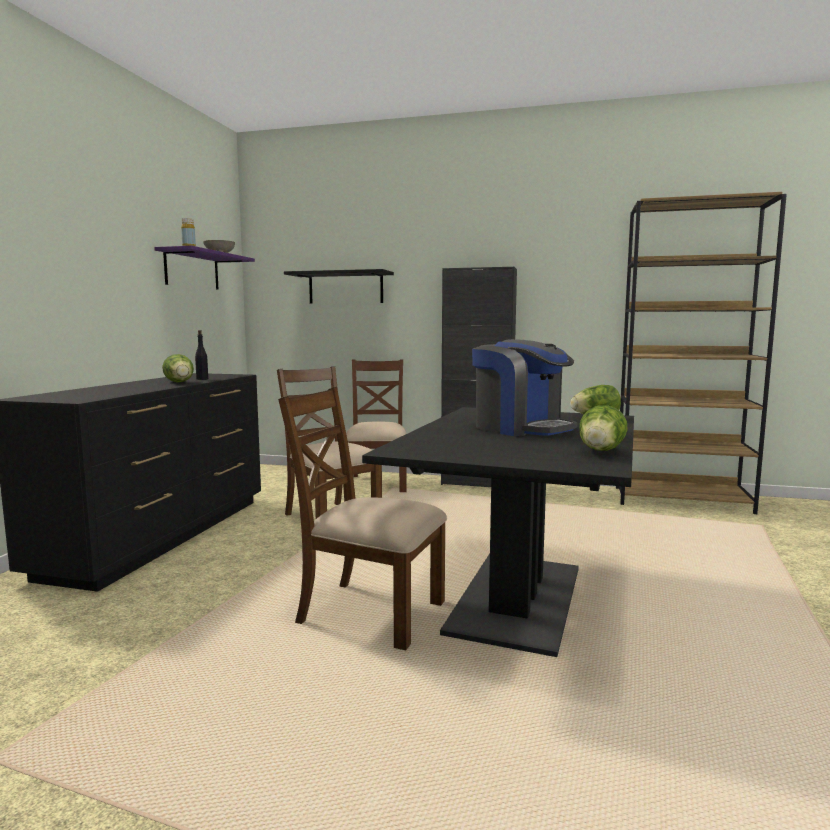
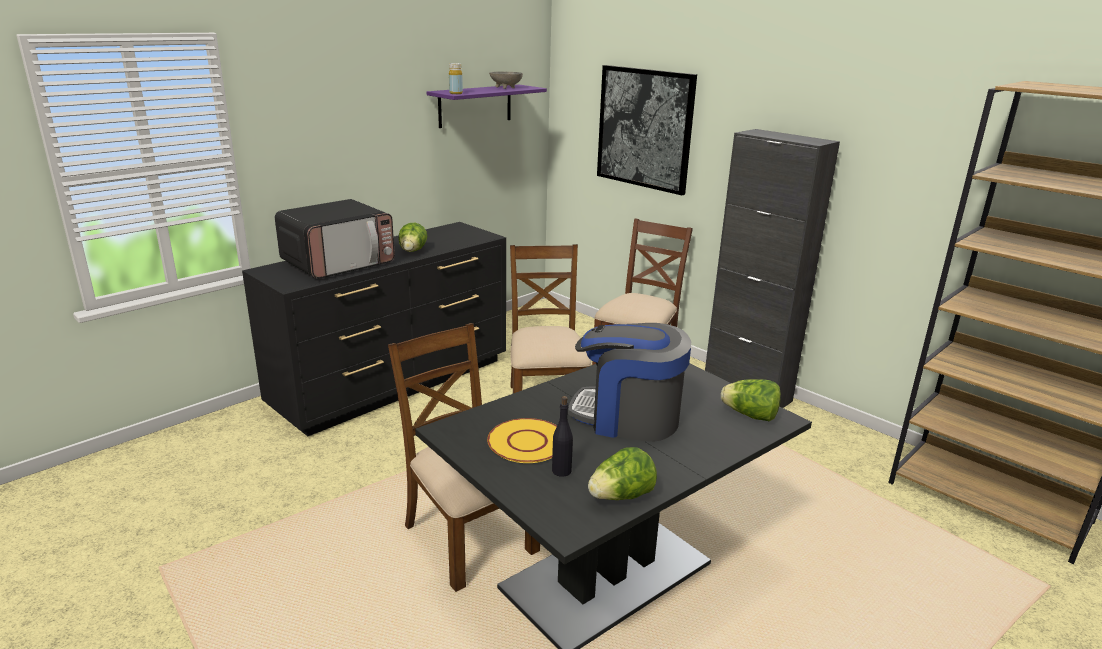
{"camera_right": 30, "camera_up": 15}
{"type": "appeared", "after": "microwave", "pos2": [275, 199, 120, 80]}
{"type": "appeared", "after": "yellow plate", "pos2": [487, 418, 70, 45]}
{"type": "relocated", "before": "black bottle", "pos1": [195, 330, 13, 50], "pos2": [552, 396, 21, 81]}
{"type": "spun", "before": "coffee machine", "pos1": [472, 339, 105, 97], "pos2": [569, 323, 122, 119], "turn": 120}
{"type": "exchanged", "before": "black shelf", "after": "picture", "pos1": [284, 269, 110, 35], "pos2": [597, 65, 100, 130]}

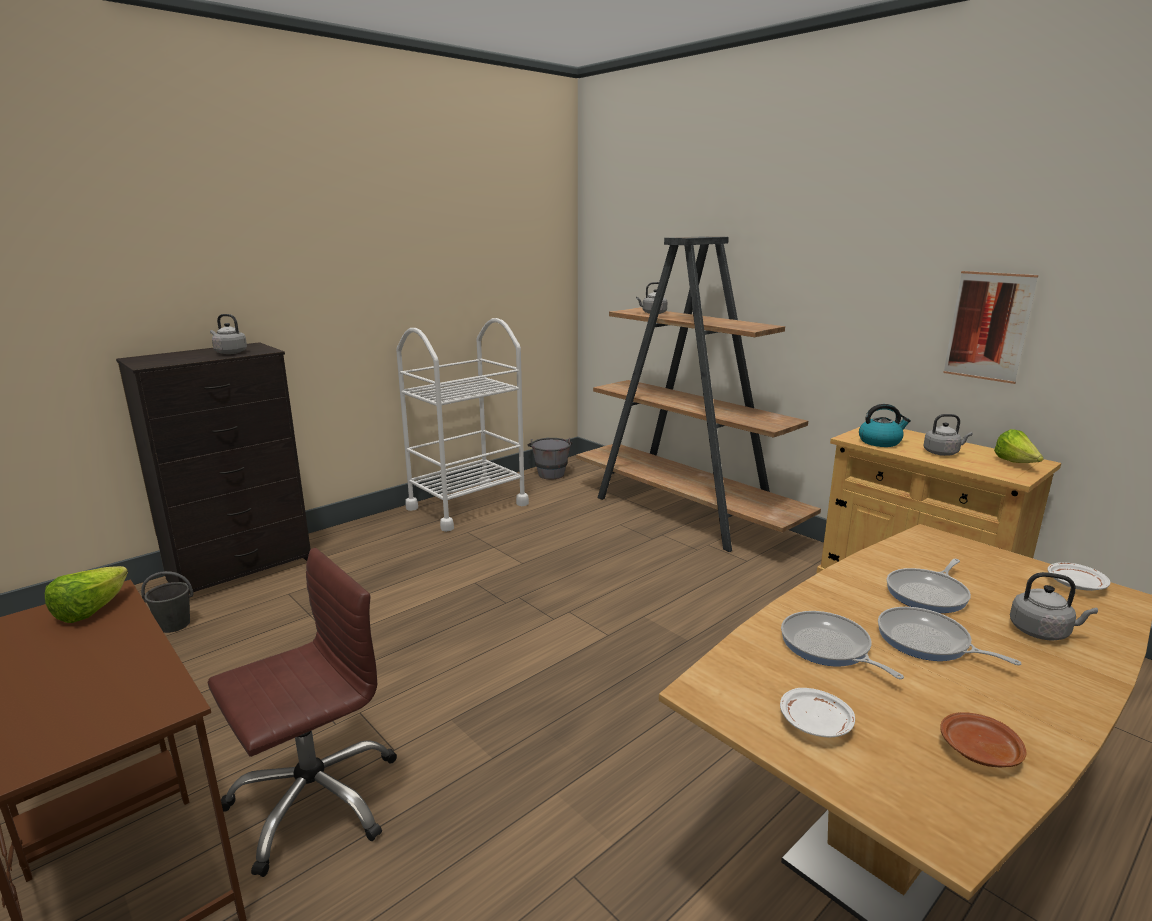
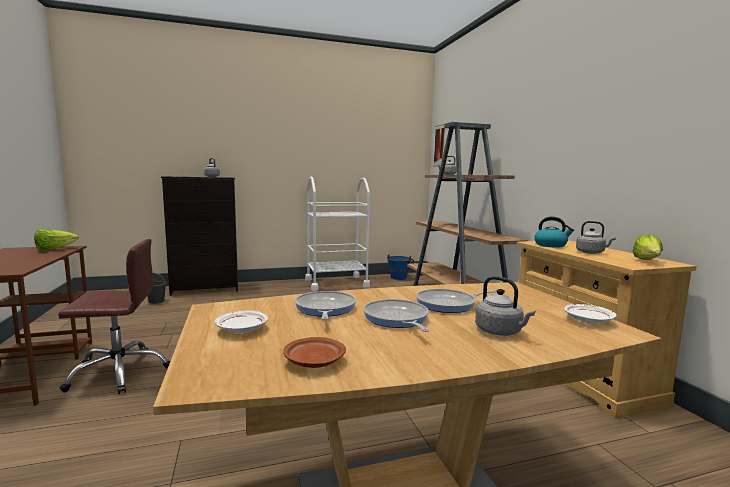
{"camera_right": 25, "camera_up": -10}
{"type": "colour", "before": "grey bucket", "after": "blue bucket", "pos1": [528, 438, 45, 42], "pos2": [387, 254, 27, 26]}
{"type": "relocated", "before": "picture", "pos1": [943, 271, 96, 113], "pos2": [433, 124, 15, 43]}

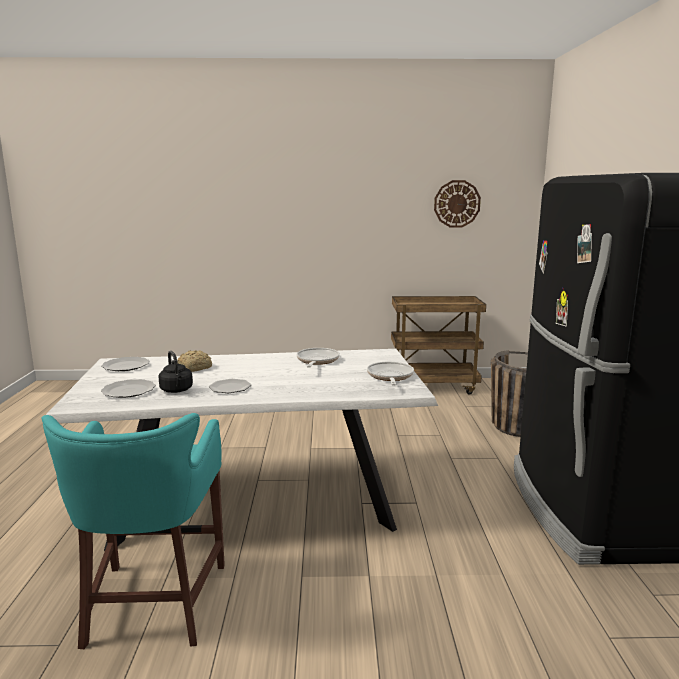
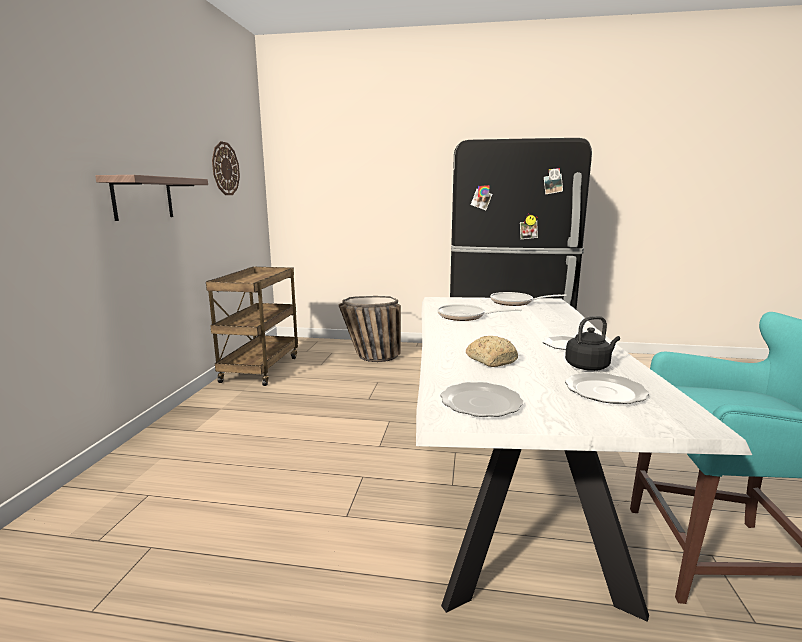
{"camera_right": -80, "camera_up": 0}
{"type": "appeared", "after": "shelf", "pos2": [95, 175, 113, 46]}

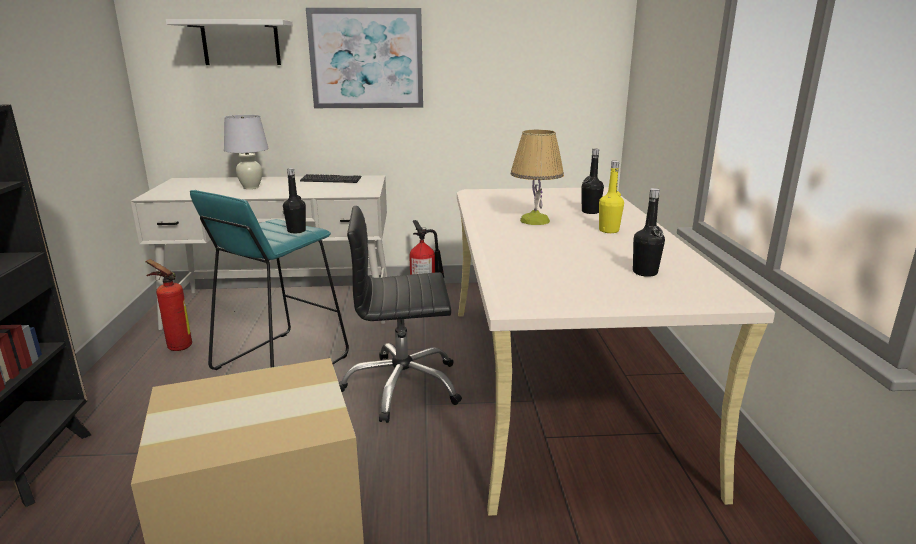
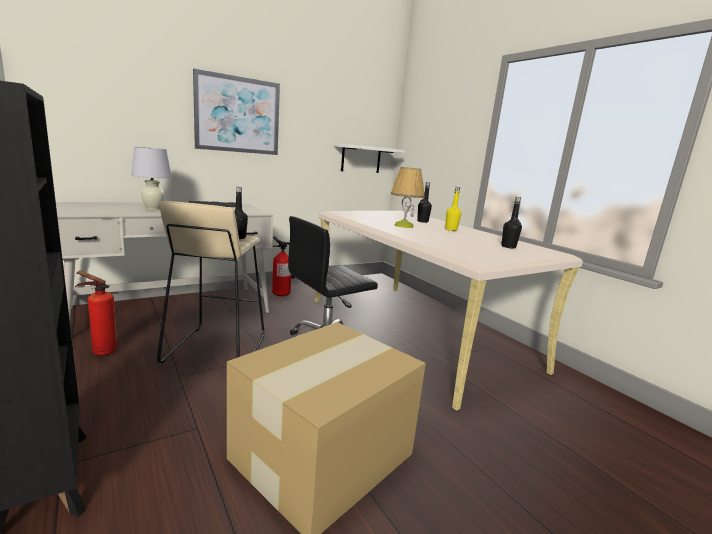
{"camera_right": -30, "camera_up": -5}
{"type": "colour", "before": "turquoise stool", "after": "beige stool", "pos1": [190, 190, 159, 180], "pos2": [157, 201, 107, 162]}
{"type": "relocated", "before": "white shelf", "pos1": [166, 19, 127, 46], "pos2": [334, 144, 71, 29]}

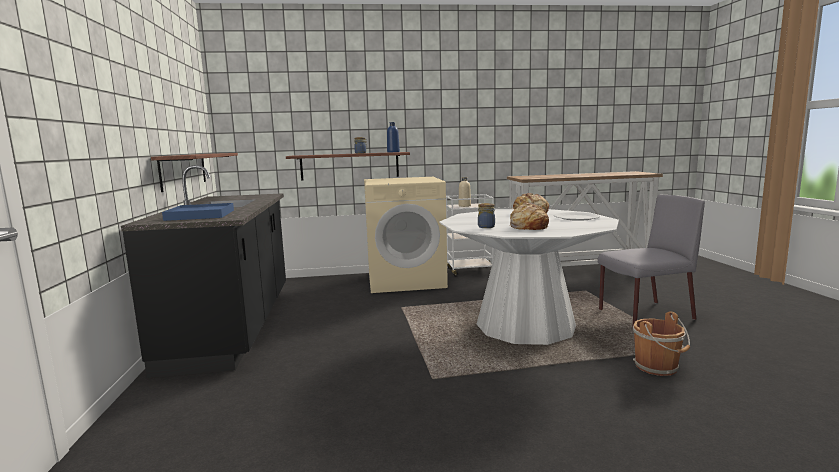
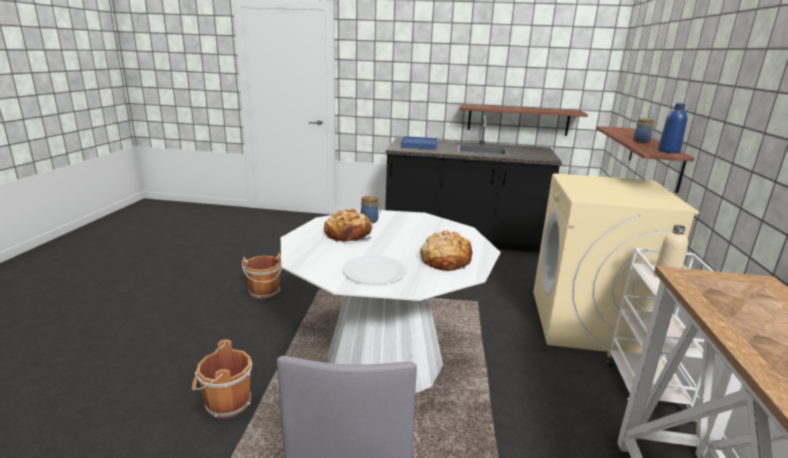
{"camera_right": 105, "camera_up": 10}
{"type": "appeared", "after": "brown bucket", "pos2": [242, 253, 40, 46]}

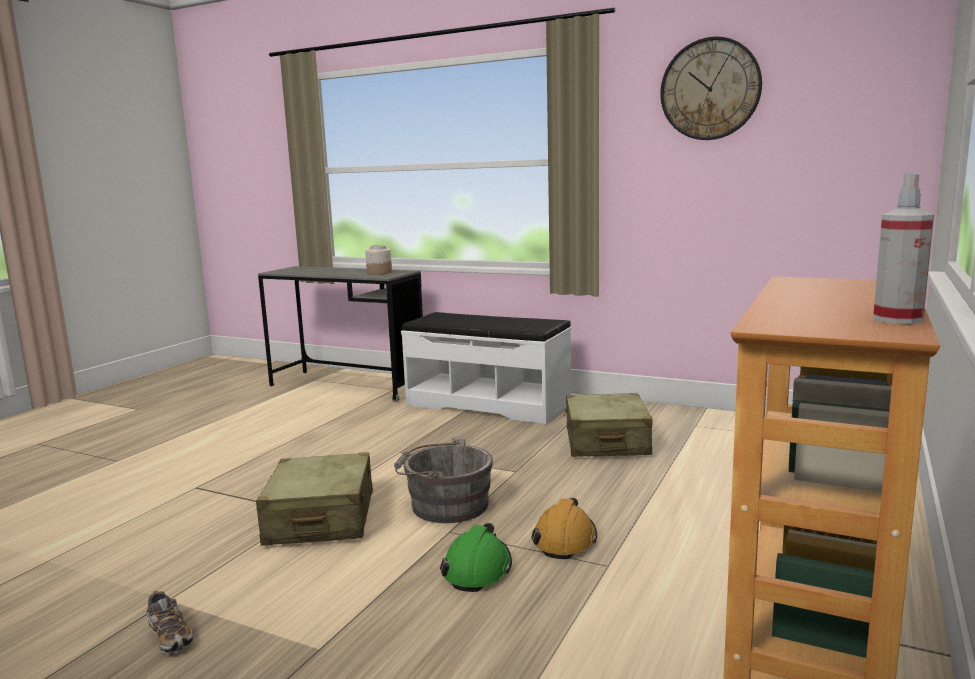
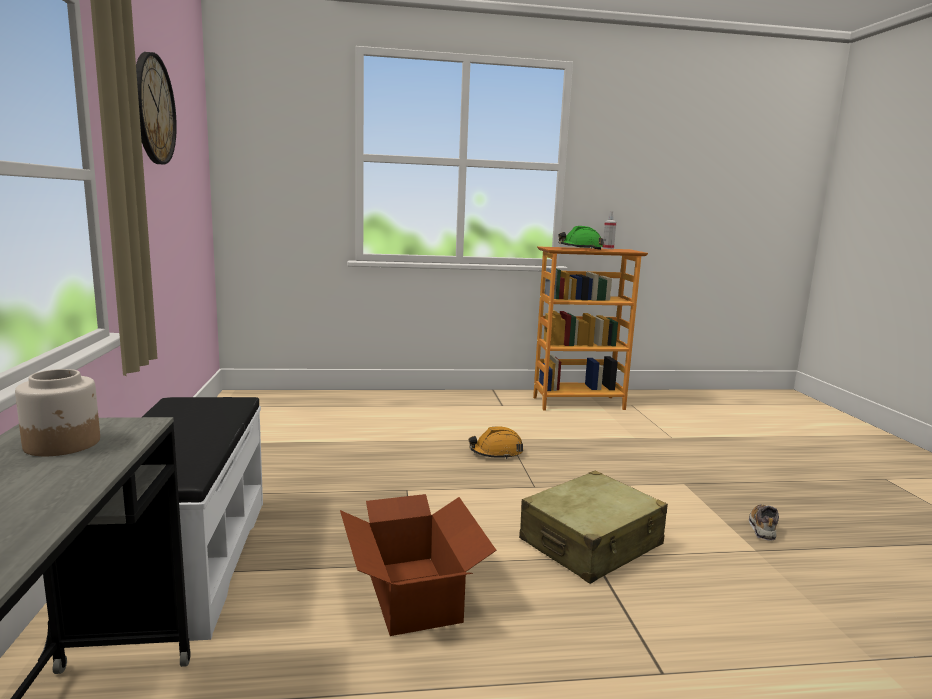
{"camera_right": -125, "camera_up": 0}
{"type": "appeared", "after": "cardboard box", "pos2": [340, 494, 157, 142]}
{"type": "relocated", "before": "green hard hat", "pos1": [440, 523, 72, 69], "pos2": [558, 226, 46, 24]}
{"type": "missing", "before": "grey bucket", "pos1": [394, 437, 99, 86]}
{"type": "missing", "before": "beige suitcase", "pos1": [564, 393, 89, 64]}

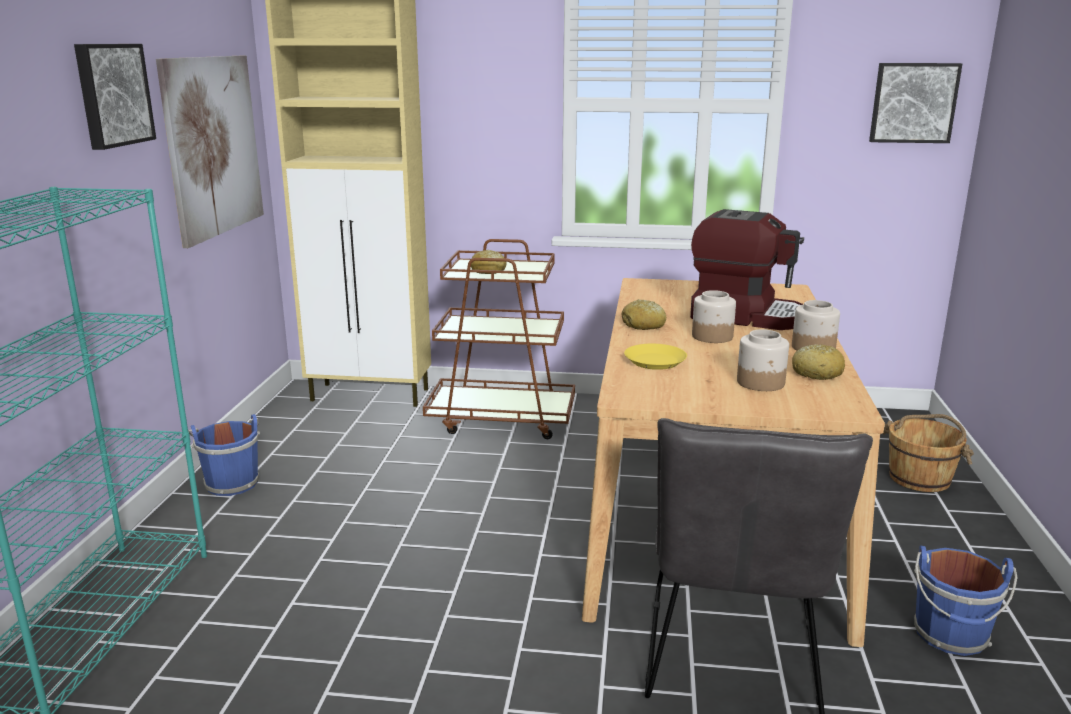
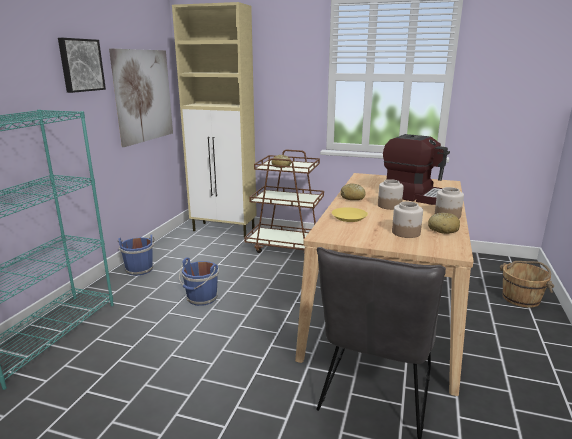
{"camera_right": 10, "camera_up": 0}
{"type": "relocated", "before": "blue bucket", "pos1": [914, 545, 104, 111], "pos2": [179, 257, 40, 49]}
{"type": "missing", "before": "picture", "pos1": [869, 63, 93, 80]}

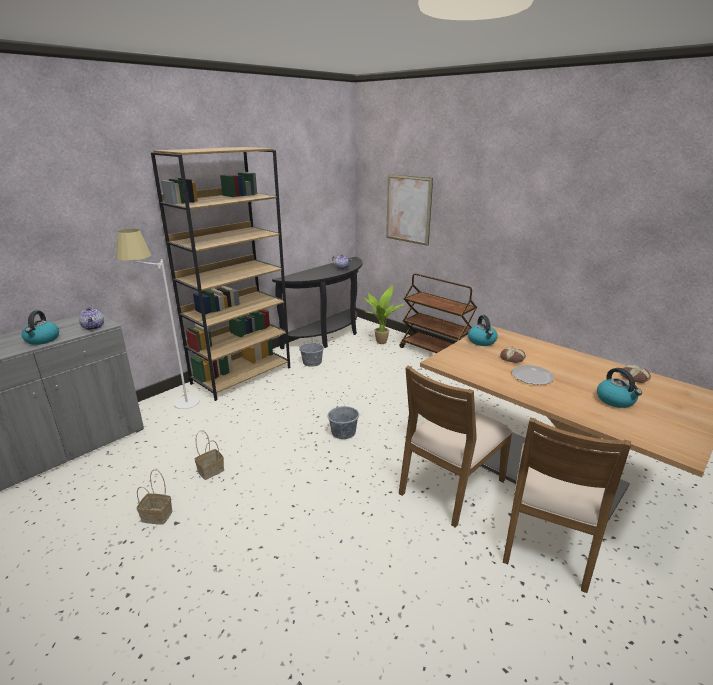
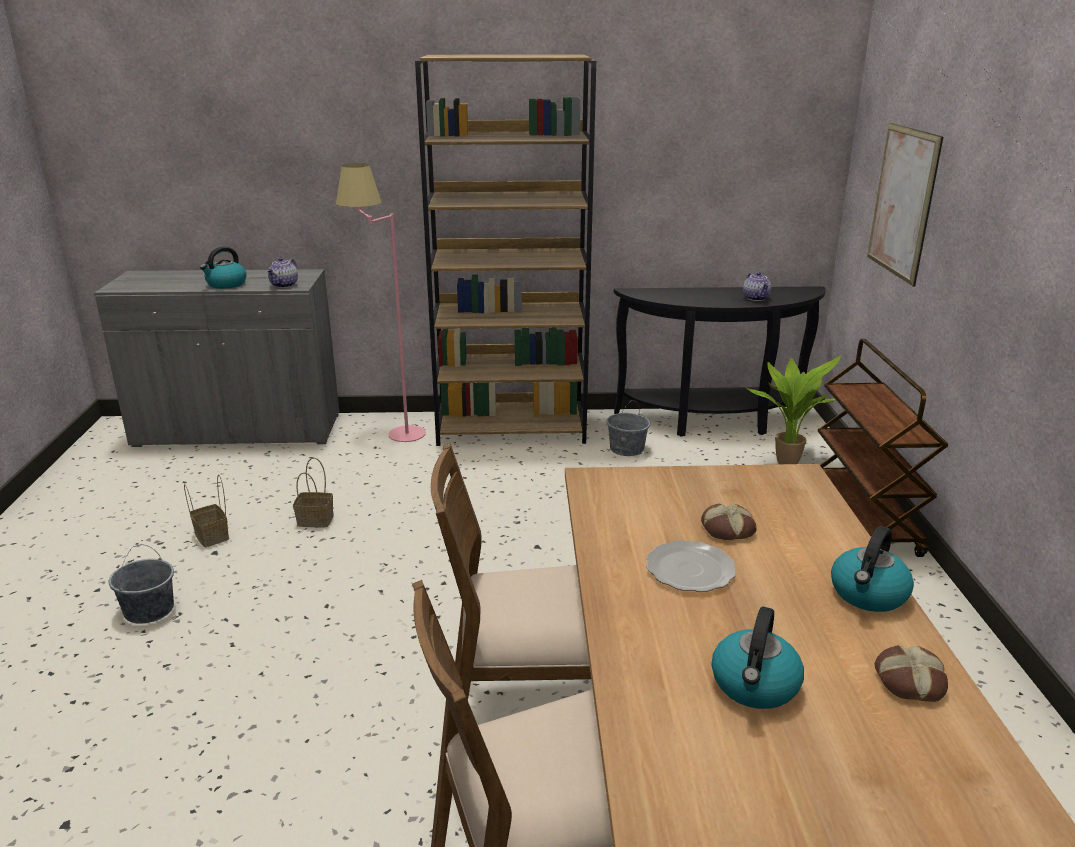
{"camera_right": 45, "camera_up": 0}
{"type": "relocated", "before": "grey bucket", "pos1": [327, 399, 32, 40], "pos2": [109, 545, 65, 79]}
{"type": "colour", "before": "white floor lamp", "after": "pink floor lamp", "pos1": [116, 229, 84, 180], "pos2": [336, 163, 90, 279]}
{"type": "relocated", "before": "kettle", "pos1": [468, 315, 30, 31], "pos2": [831, 526, 83, 86]}

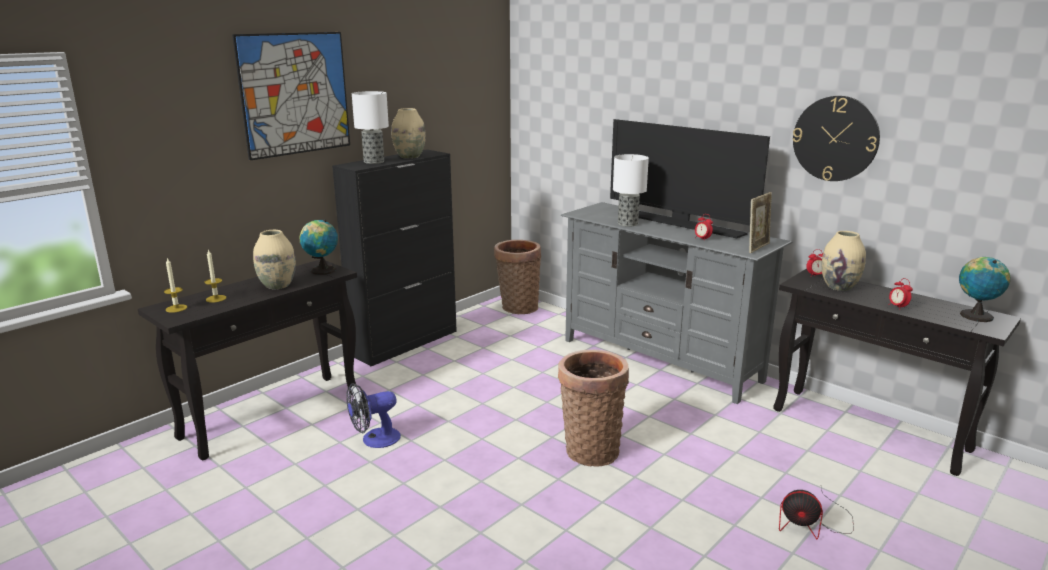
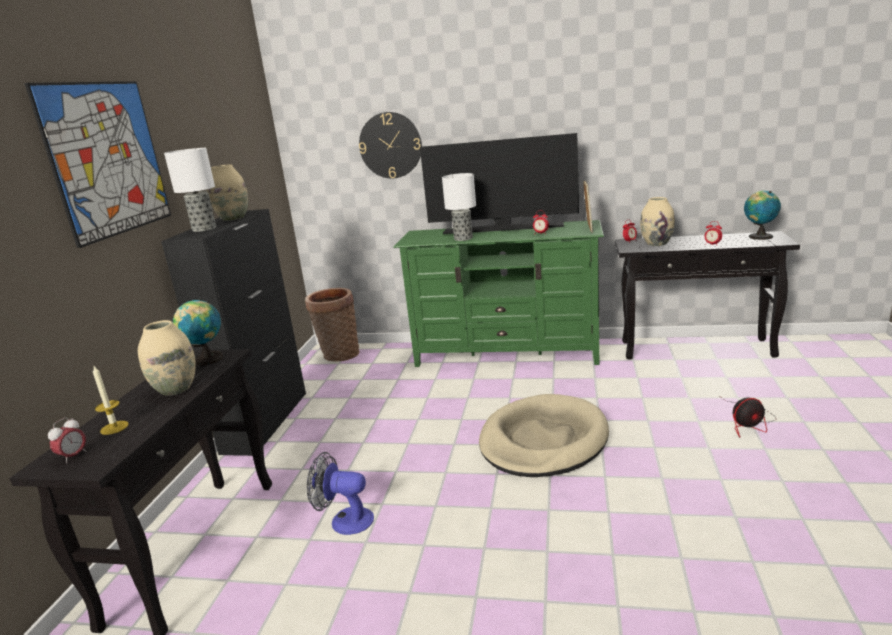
{"camera_right": -30, "camera_up": 0}
{"type": "exchanged", "before": "candle", "after": "alarm clock", "pos1": [164, 257, 23, 56], "pos2": [48, 418, 39, 45]}
{"type": "spun", "before": "fan", "pos1": [346, 383, 55, 65], "pos2": [307, 452, 67, 83], "turn": 75}
{"type": "relocated", "before": "wall clock", "pos1": [792, 96, 88, 85], "pos2": [359, 112, 63, 66]}
{"type": "colour", "before": "grey tv stand", "after": "green tv stand", "pos1": [561, 202, 231, 202], "pos2": [393, 220, 211, 147]}
{"type": "exchanged", "before": "basket", "after": "beige dog bed", "pos1": [558, 350, 71, 117], "pos2": [479, 394, 130, 83]}

